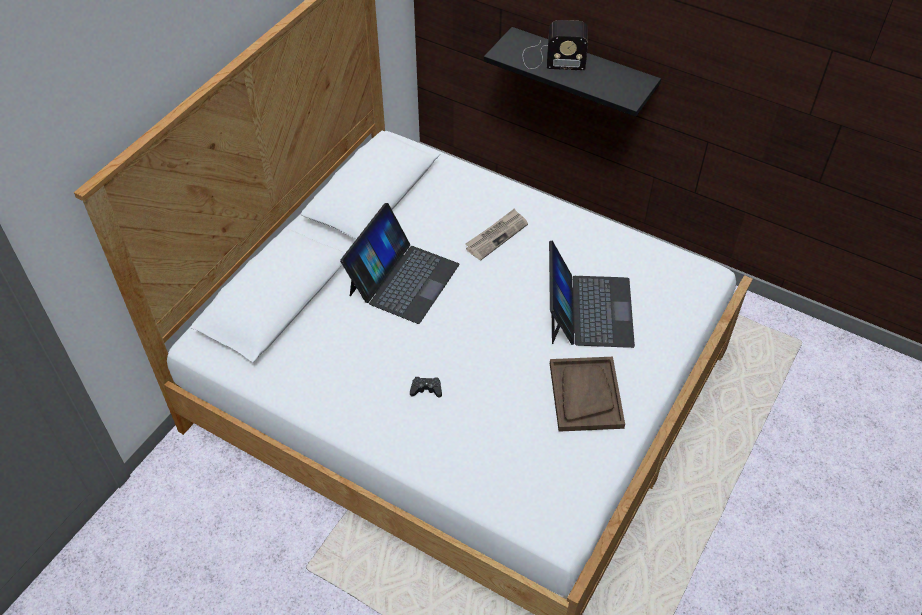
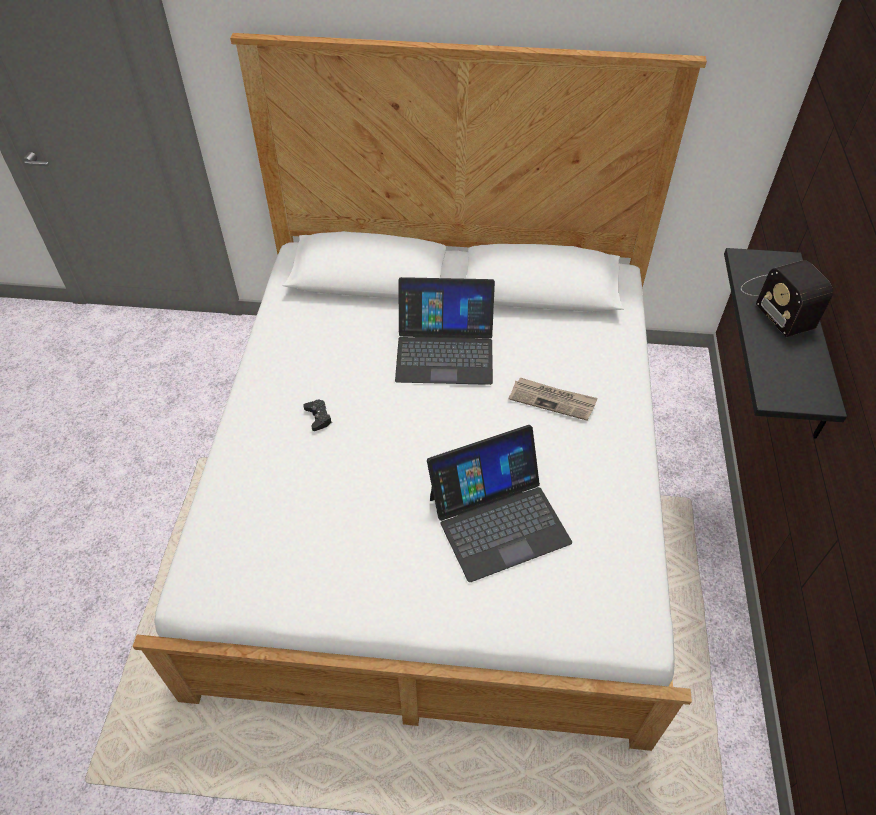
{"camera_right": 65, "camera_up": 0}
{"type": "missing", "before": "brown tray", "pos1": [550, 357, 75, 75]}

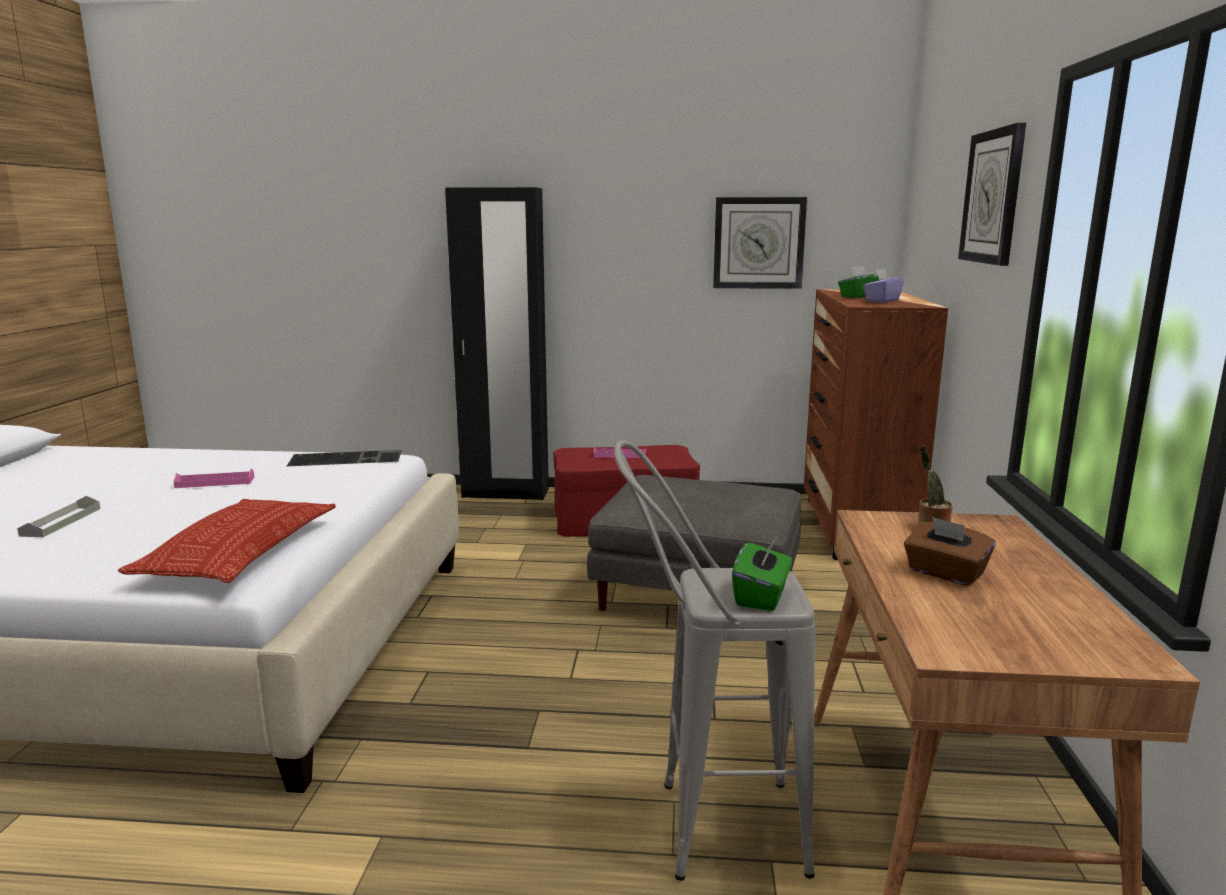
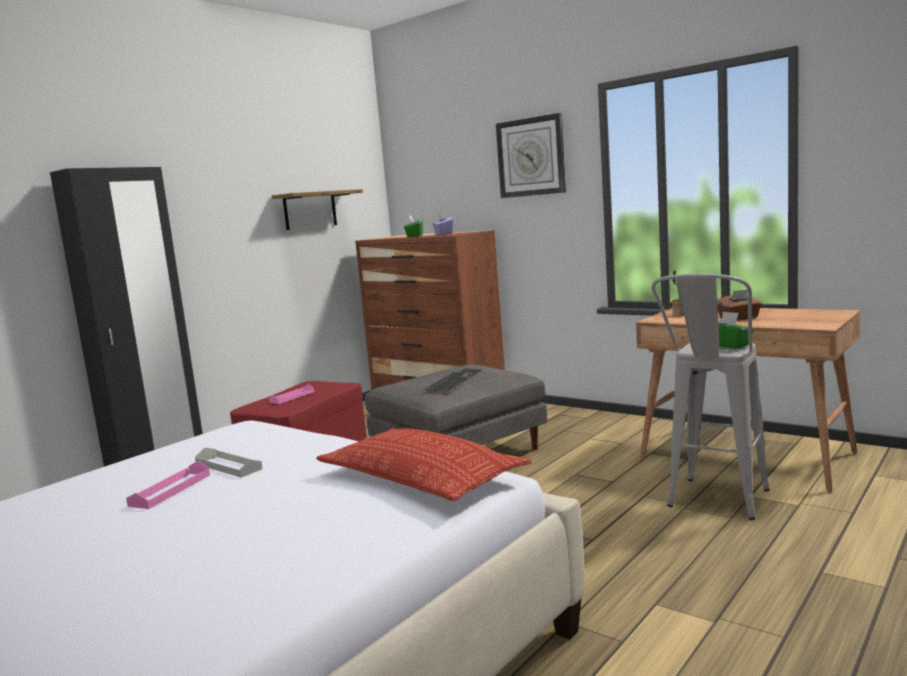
{"camera_right": -55, "camera_up": -5}
{"type": "relocated", "before": "grey tray", "pos1": [17, 496, 84, 41], "pos2": [195, 448, 68, 30]}
{"type": "exchanged", "before": "wall clock", "after": "shelf", "pos1": [713, 197, 94, 92], "pos2": [272, 189, 91, 41]}
{"type": "relocated", "before": "keyboard", "pos1": [287, 450, 114, 16], "pos2": [424, 368, 59, 24]}

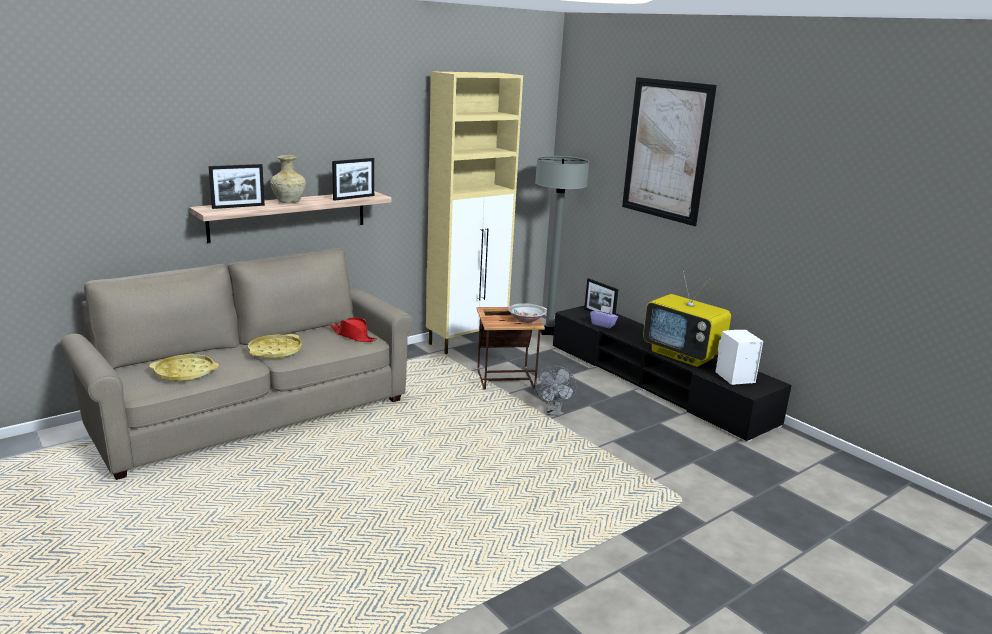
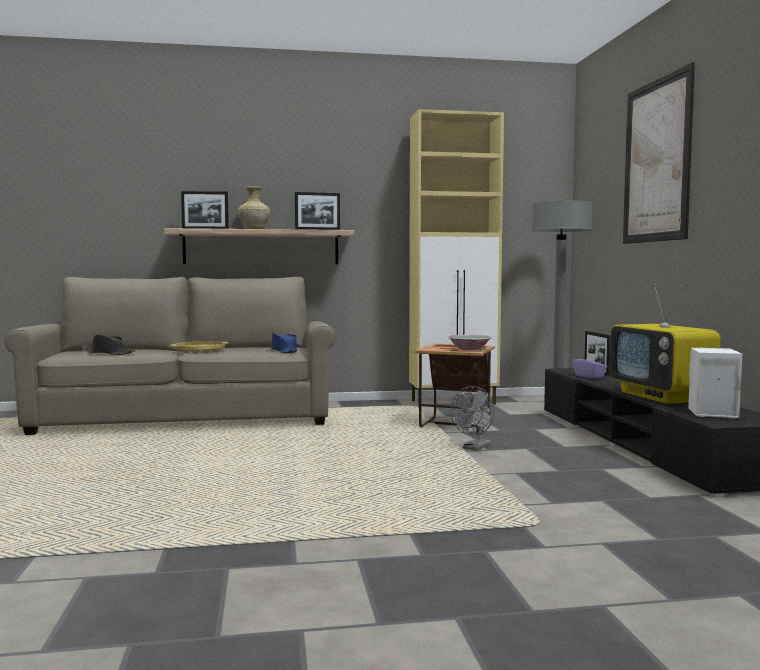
{"camera_right": 30, "camera_up": -15}
{"type": "exchanged", "before": "yellow tray", "after": "black hat", "pos1": [149, 354, 70, 28], "pos2": [81, 335, 54, 20]}
{"type": "colour", "before": "red hat", "after": "blue hat", "pos1": [330, 317, 47, 25], "pos2": [271, 332, 26, 21]}

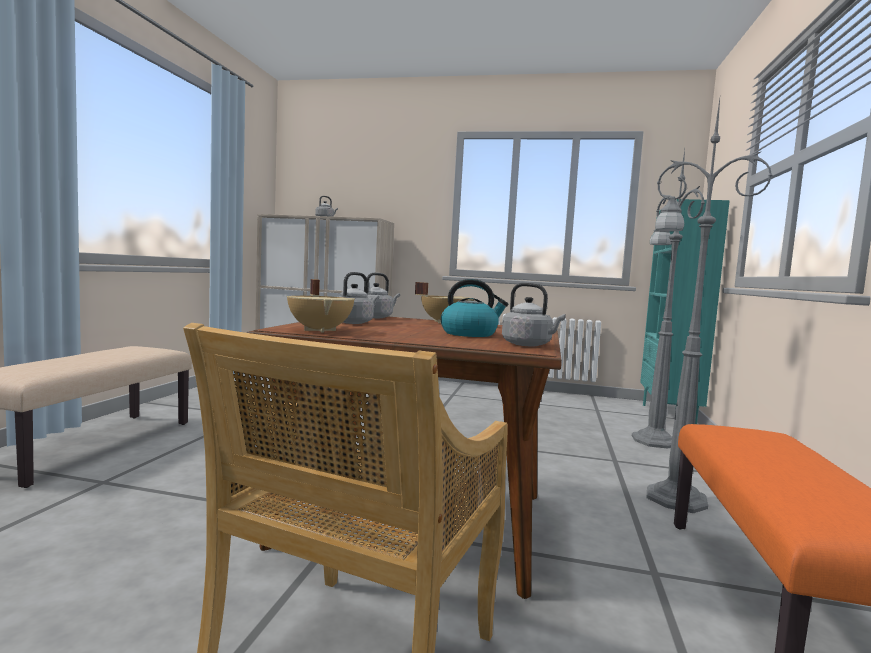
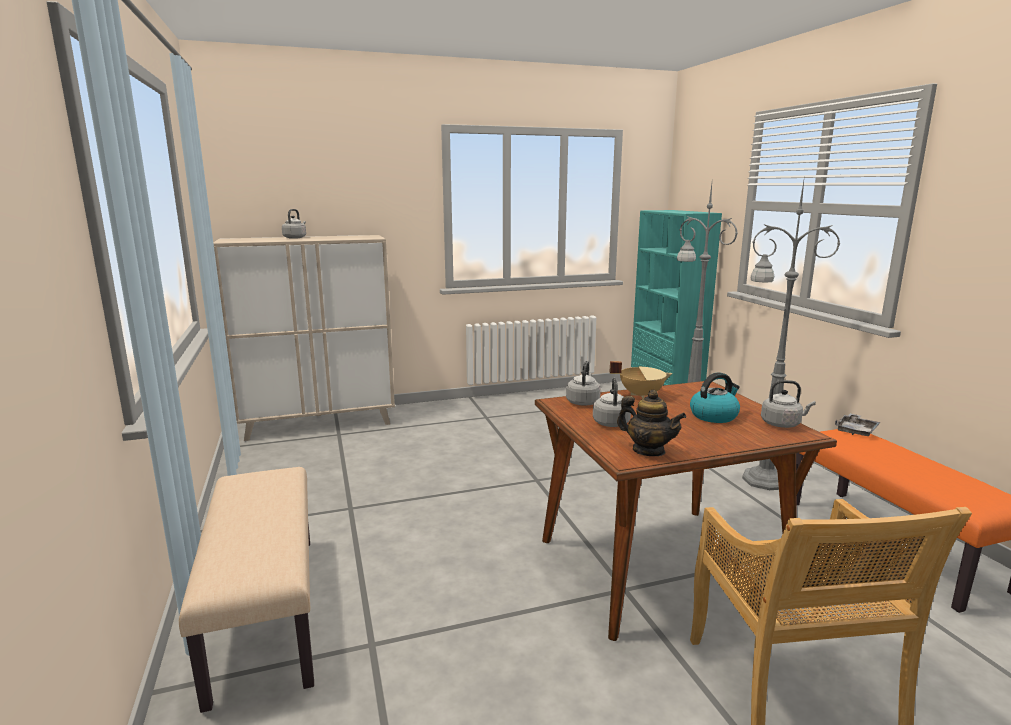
{"camera_right": -30, "camera_up": 10}
{"type": "exchanged", "before": "beige cooking pot", "after": "teapot", "pos1": [287, 279, 68, 54], "pos2": [617, 390, 69, 66]}
{"type": "appeared", "after": "grey tray", "pos2": [835, 413, 46, 23]}

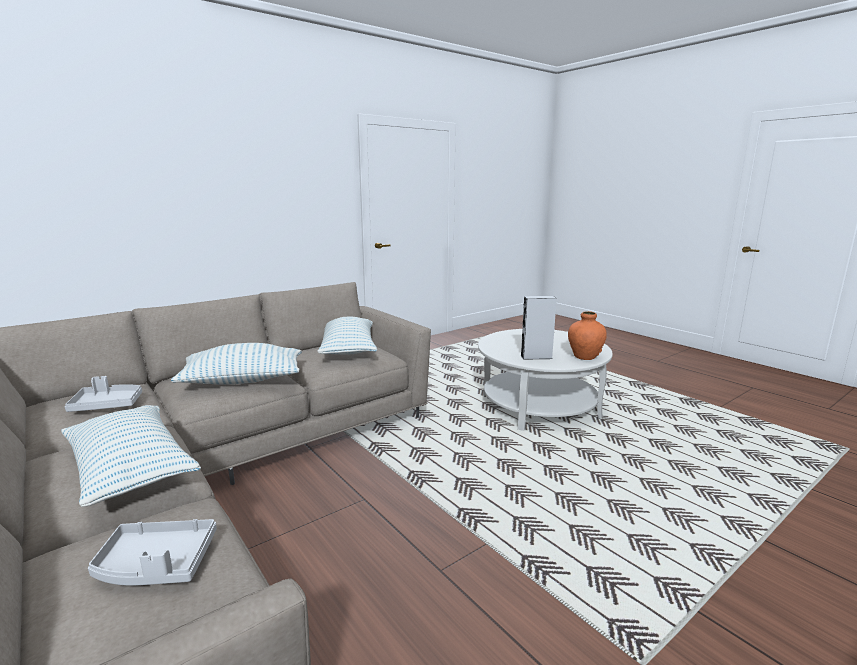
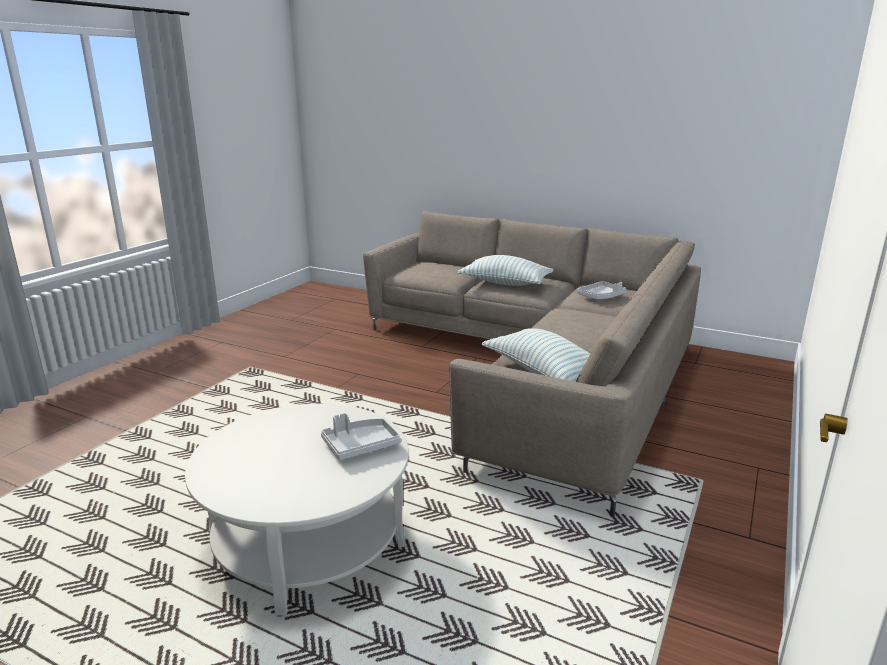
{"camera_right": 155, "camera_up": 5}
{"type": "relocated", "before": "grey tray", "pos1": [88, 519, 129, 67], "pos2": [321, 413, 80, 47]}
{"type": "missing", "before": "pillow", "pos1": [171, 343, 131, 42]}
{"type": "missing", "before": "grey speaker", "pos1": [521, 296, 36, 64]}
{"type": "missing", "before": "orange vase", "pos1": [568, 311, 39, 49]}

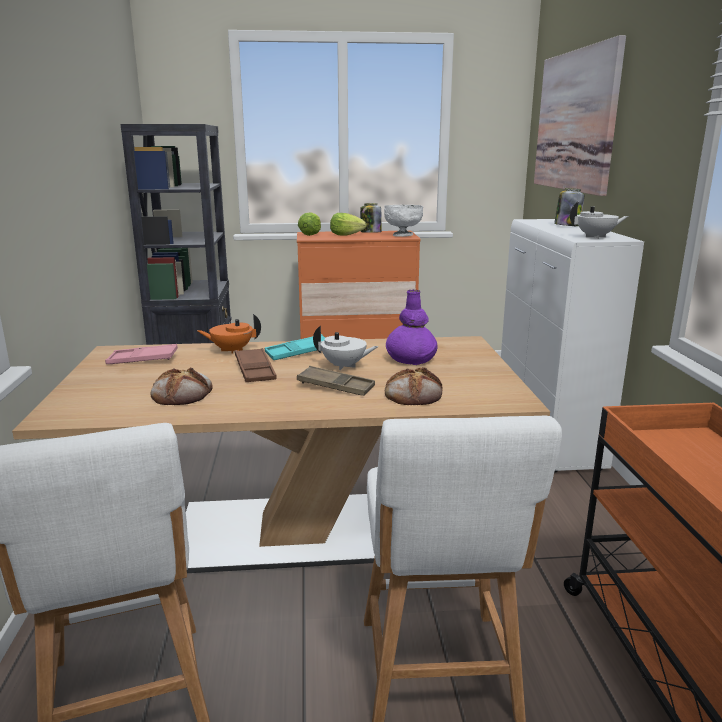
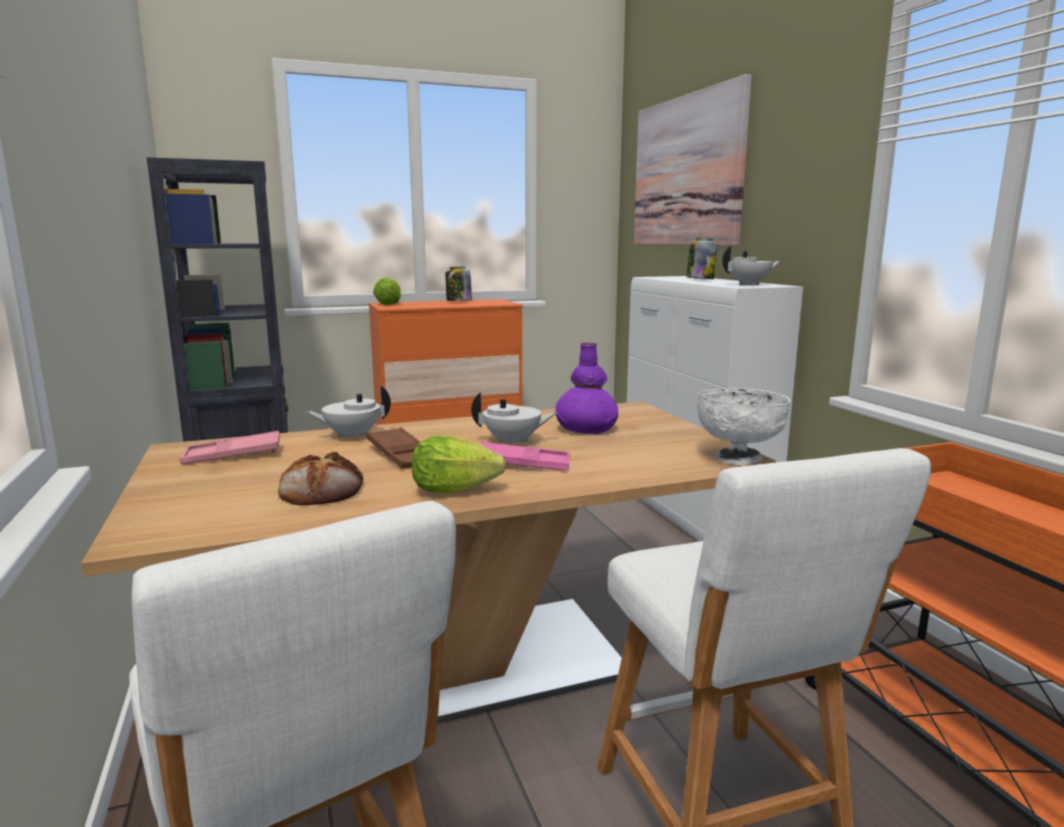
{"camera_right": -15, "camera_up": -5}
{"type": "colour", "before": "orange teapot", "after": "white teapot", "pos1": [197, 314, 64, 40], "pos2": [305, 385, 86, 55]}
{"type": "relocated", "before": "lettuce", "pos1": [330, 213, 37, 23], "pos2": [412, 435, 94, 58]}
{"type": "colour", "before": "brown tray", "after": "pink tray", "pos1": [297, 366, 78, 30], "pos2": [479, 441, 91, 30]}
{"type": "relocated", "before": "white bowl", "pos1": [384, 205, 39, 32], "pos2": [697, 388, 94, 77]}
{"type": "missing", "before": "turquoise tray", "pos1": [265, 334, 60, 26]}
{"type": "missing", "before": "bread", "pos1": [385, 367, 58, 38]}

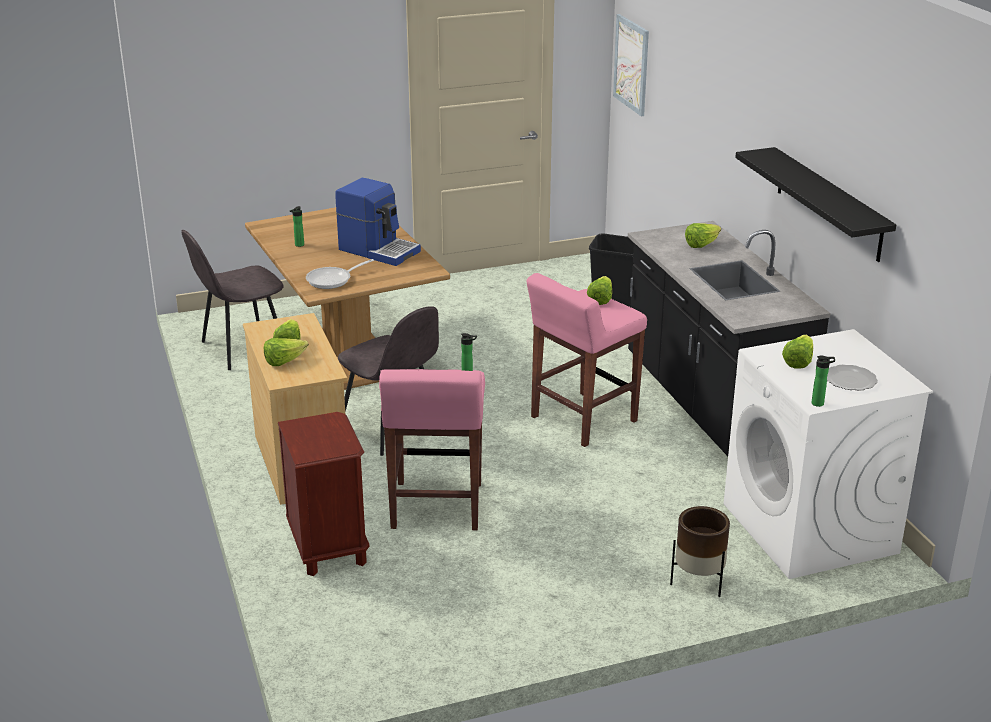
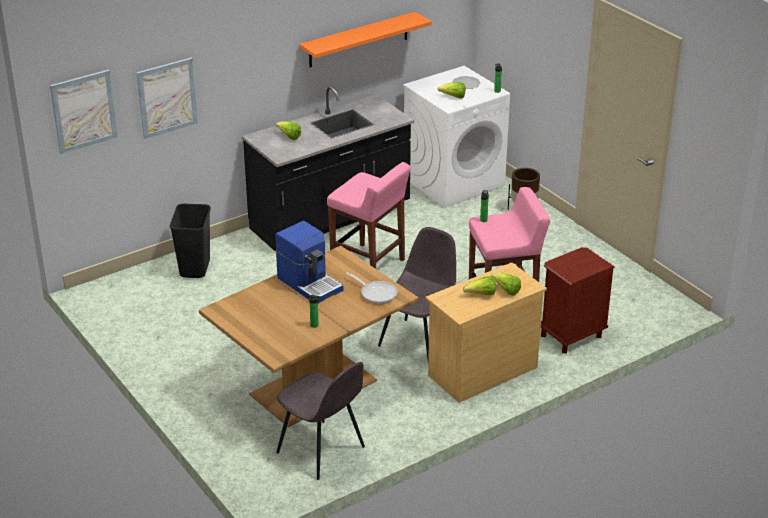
{"camera_right": -105, "camera_up": 5}
{"type": "appeared", "after": "picture", "pos2": [136, 58, 62, 81]}
{"type": "spun", "before": "coffee machine", "pos1": [335, 178, 86, 88], "pos2": [275, 221, 68, 82], "turn": 120}
{"type": "colour", "before": "black shelf", "after": "orange shelf", "pos1": [735, 147, 161, 115], "pos2": [300, 12, 132, 55]}
{"type": "missing", "before": "lettuce", "pos1": [587, 276, 25, 29]}

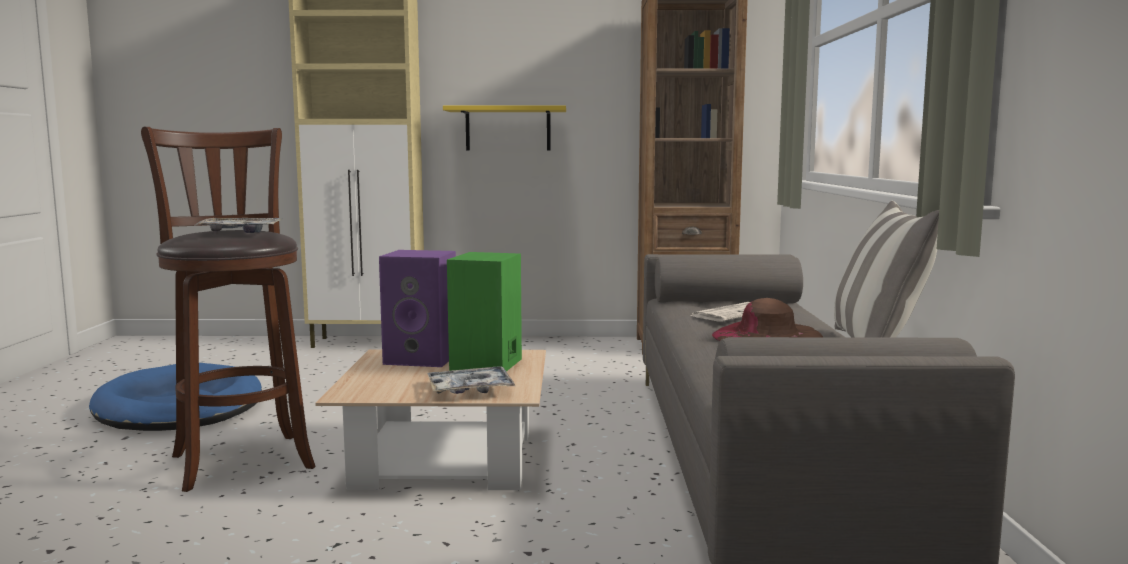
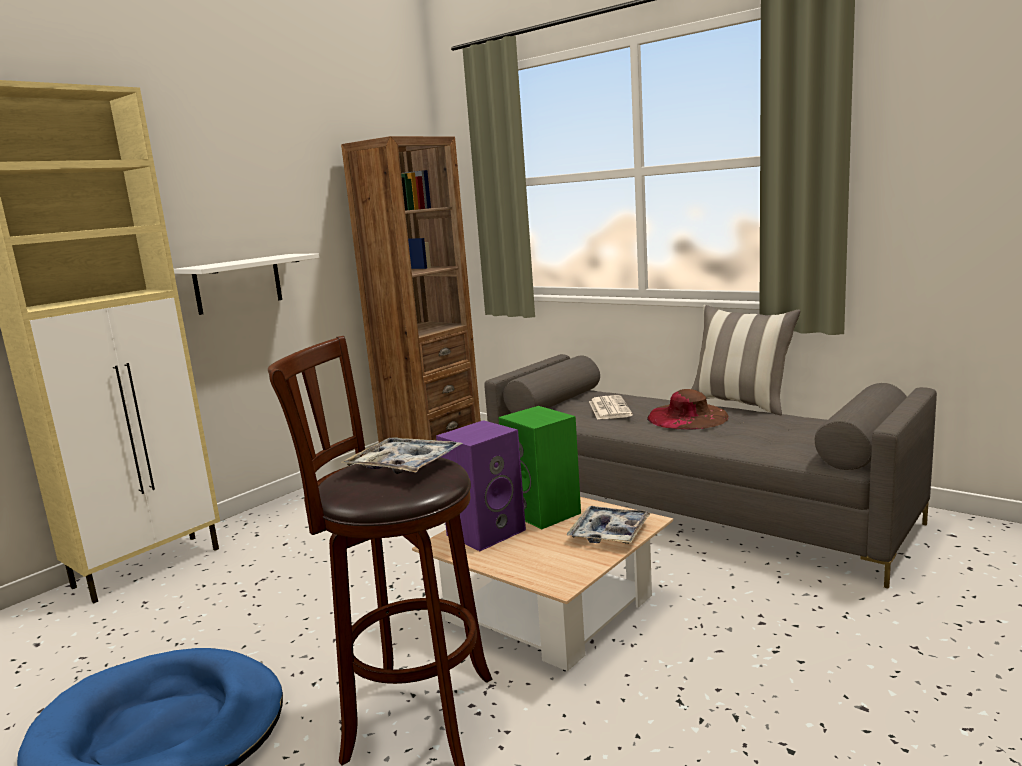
{"camera_right": -50, "camera_up": 5}
{"type": "colour", "before": "yellow shelf", "after": "white shelf", "pos1": [443, 106, 123, 45], "pos2": [174, 253, 145, 62]}

